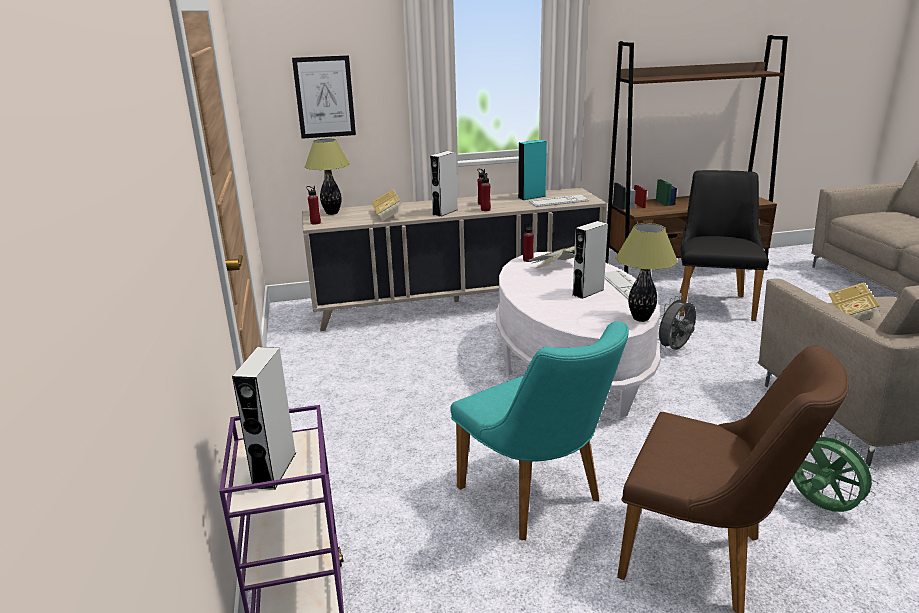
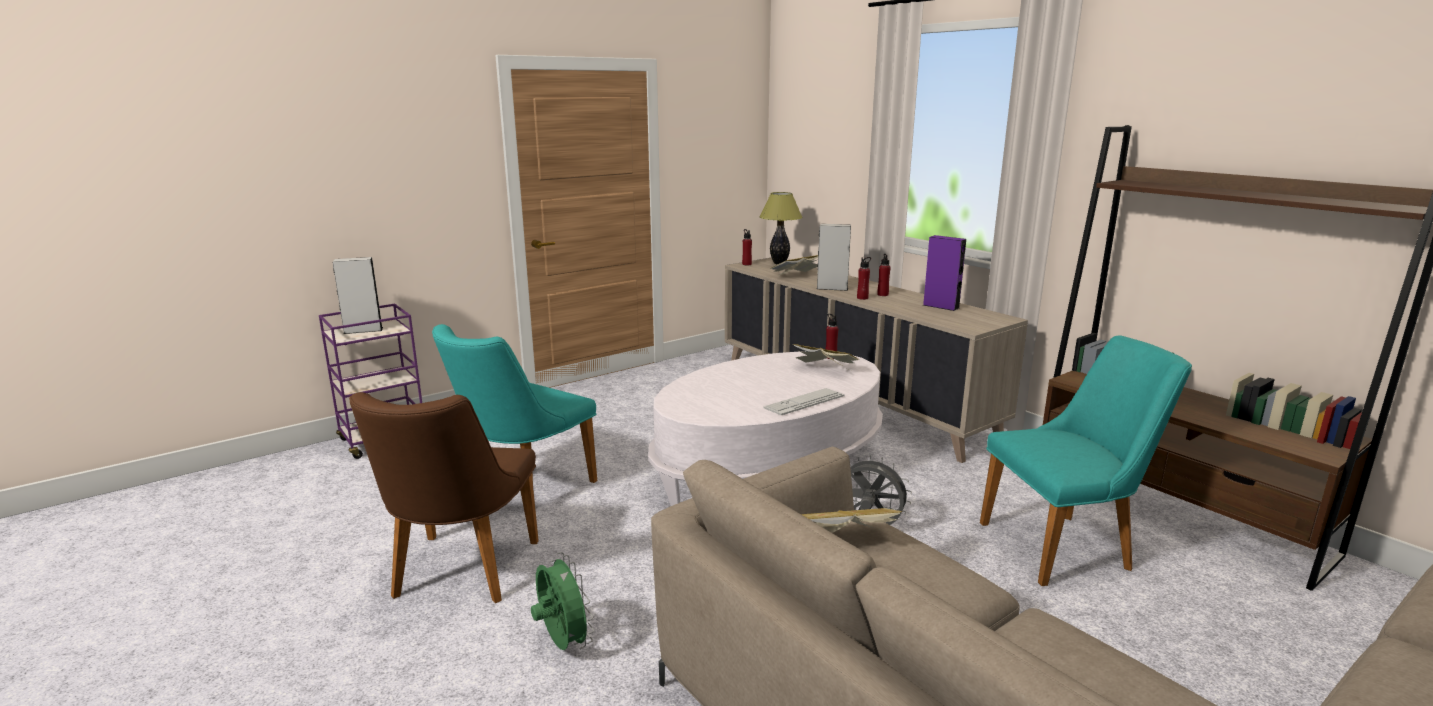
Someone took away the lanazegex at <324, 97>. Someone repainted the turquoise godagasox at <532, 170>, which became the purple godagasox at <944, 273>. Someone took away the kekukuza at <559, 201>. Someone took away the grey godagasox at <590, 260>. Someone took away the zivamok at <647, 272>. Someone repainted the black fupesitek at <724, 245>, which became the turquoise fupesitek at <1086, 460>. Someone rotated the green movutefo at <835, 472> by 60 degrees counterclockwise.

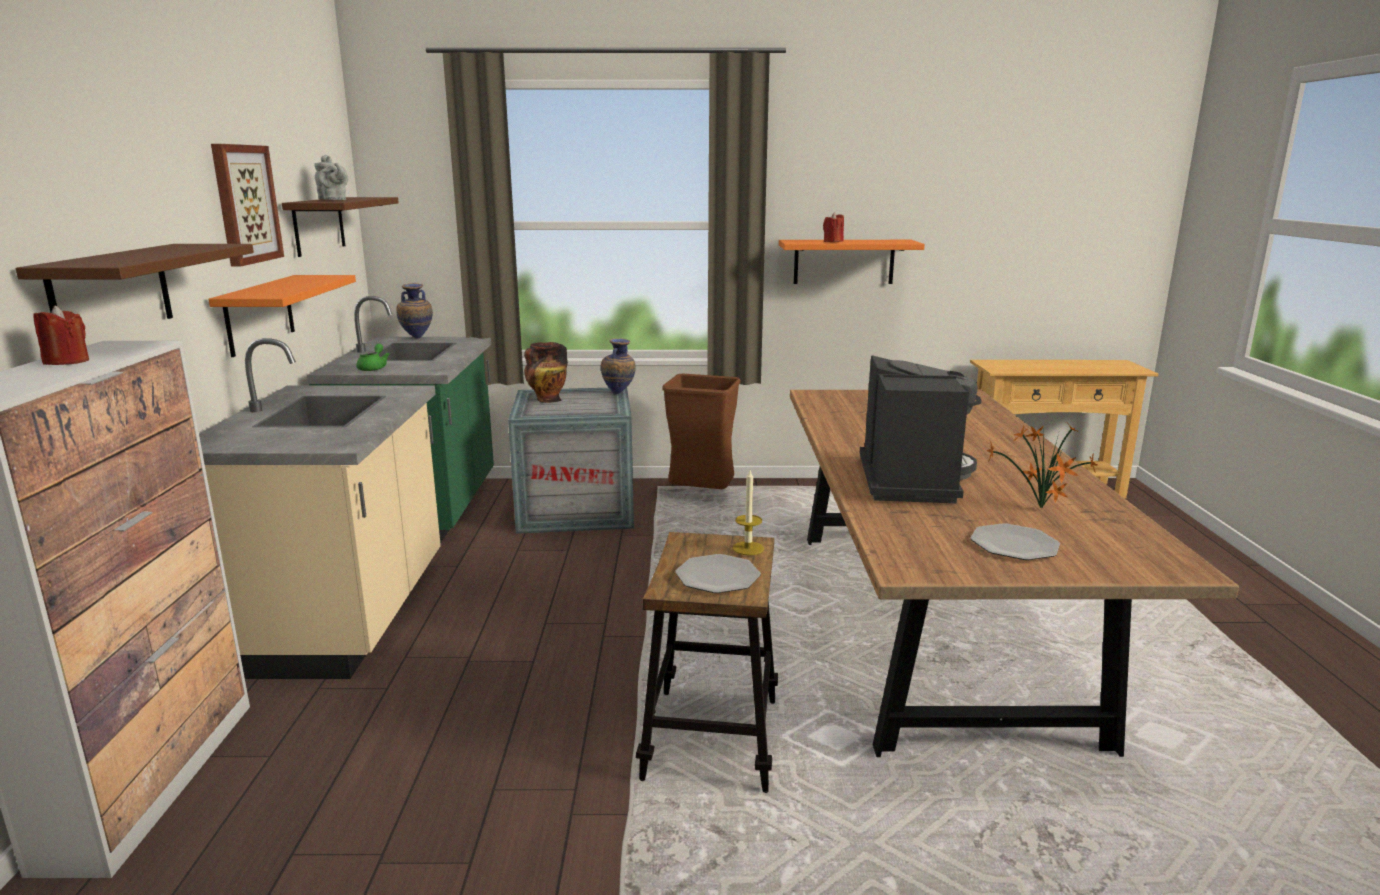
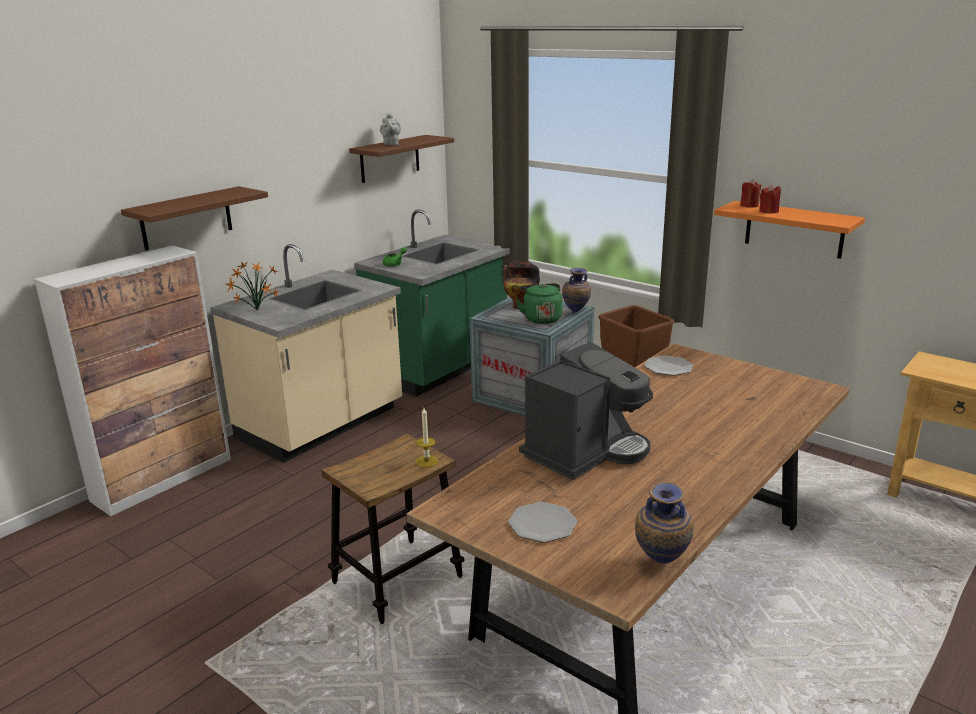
Someone carried the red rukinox from <61, 335> to <750, 194>. Someone took away the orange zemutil at <282, 316>. Someone took away the lanazegex at <247, 205>. Someone carried the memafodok from <414, 310> to <664, 523>. Someone carried the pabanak from <718, 573> to <668, 365>. Someone carried the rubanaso from <1042, 466> to <252, 286>. Someone put down the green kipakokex at <539, 303>.

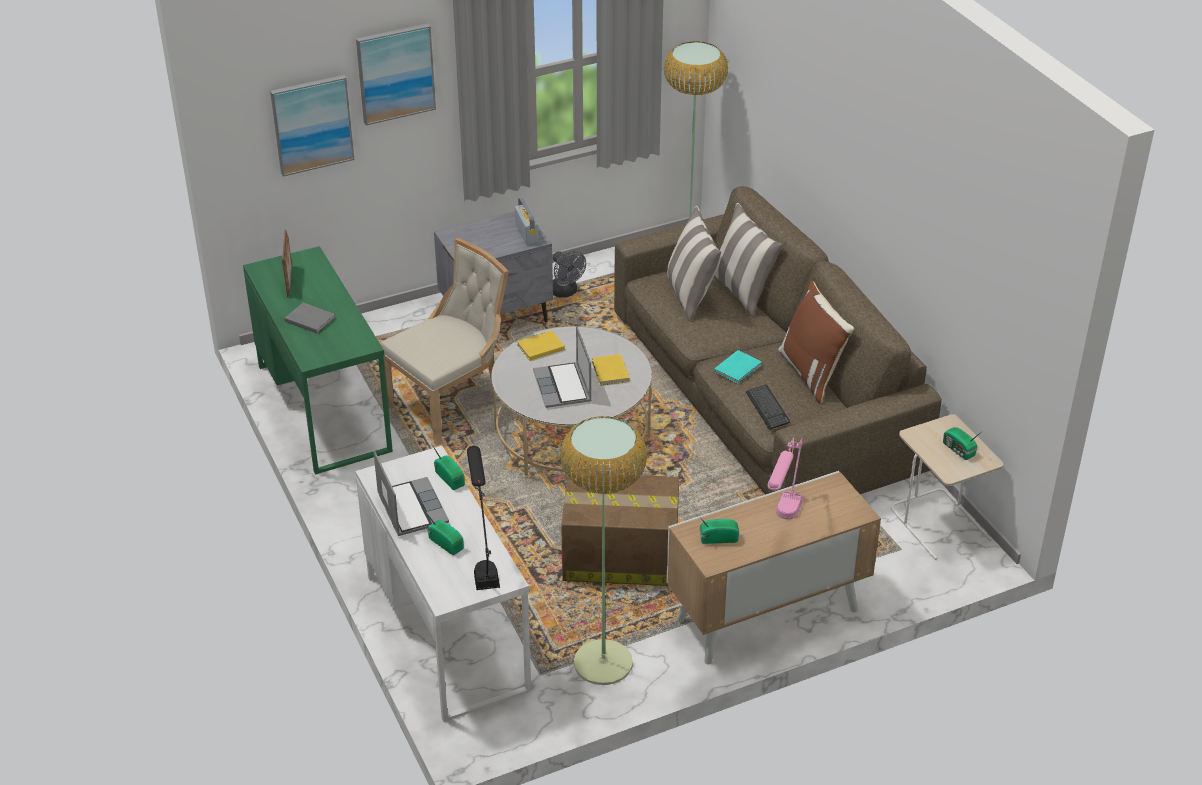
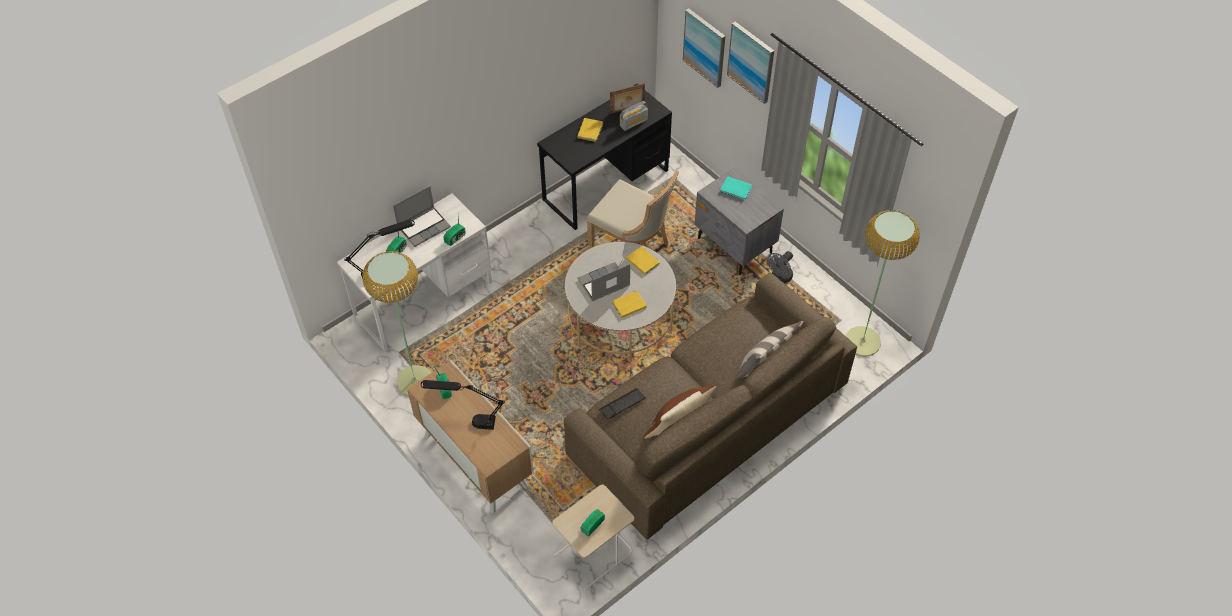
Someone repainted the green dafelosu at <318, 360>, which became the black dafelosu at <604, 157>. Someone repainted the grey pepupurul at <310, 318>, which became the yellow pepupurul at <590, 130>. Someone carried the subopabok from <527, 221> to <634, 116>. Someone took away the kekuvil at <620, 529>. Someone took away the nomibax at <694, 264>. Someone carried the turquoise pepupurul from <738, 367> to <736, 188>. Someone repainted the pink zivamok at <786, 478>, which became the black zivamok at <463, 405>.

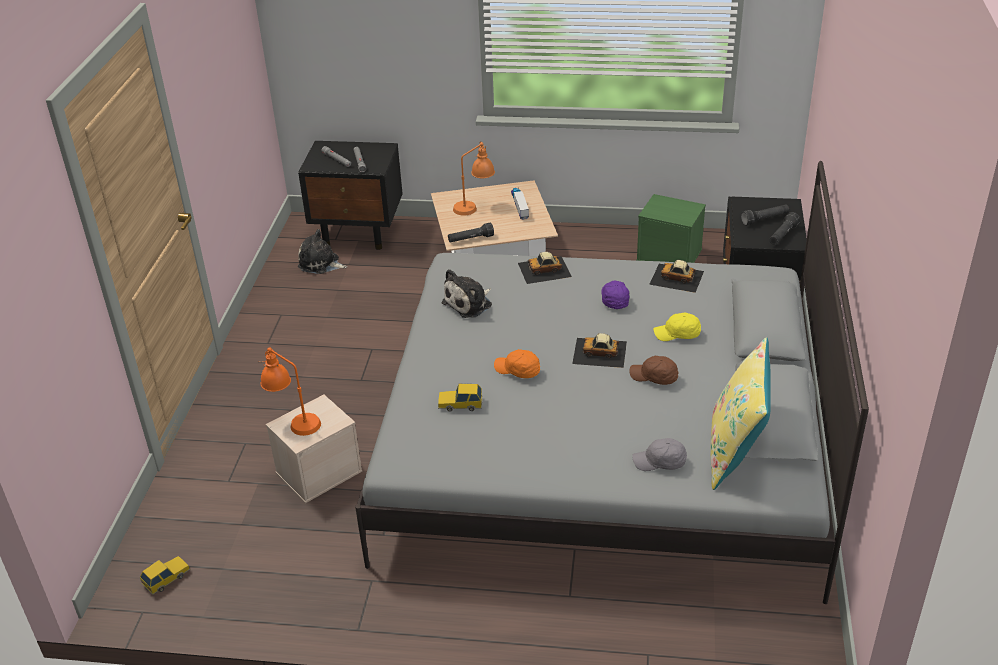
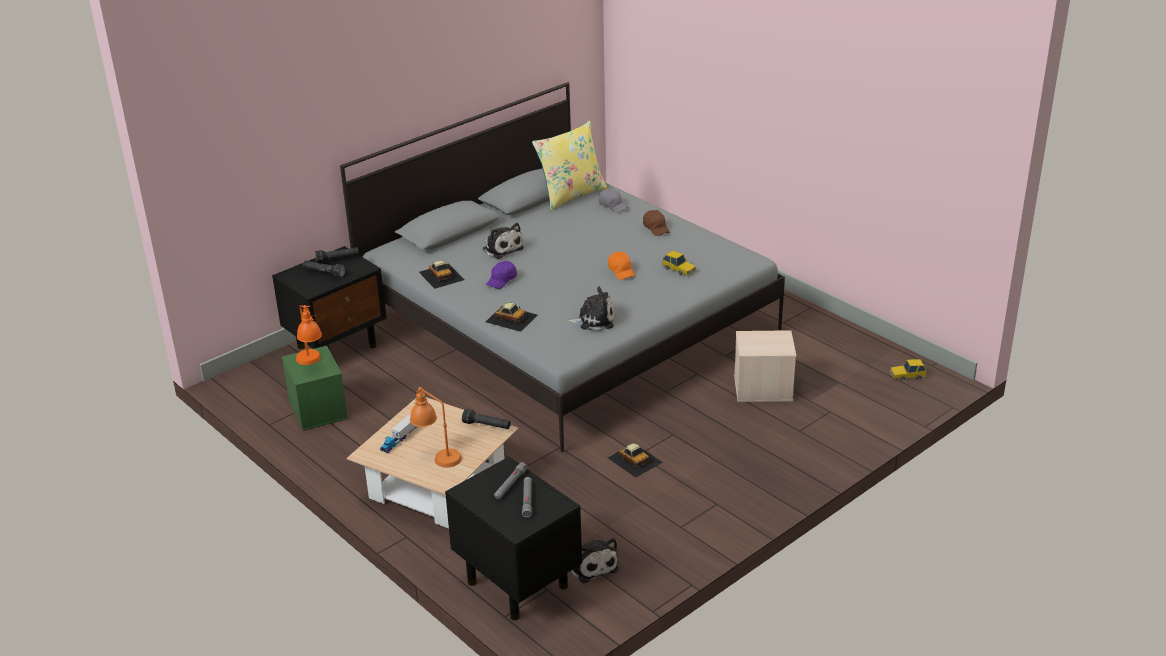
Someone carried the orange zivamok from <290, 392> to <309, 335>. Someone carried the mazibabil from <599, 350> to <635, 460>. Someone carried the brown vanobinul from <654, 370> to <656, 223>. Someone swapped the yellow vanobinul at <677, 327> for the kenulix at <503, 241>.

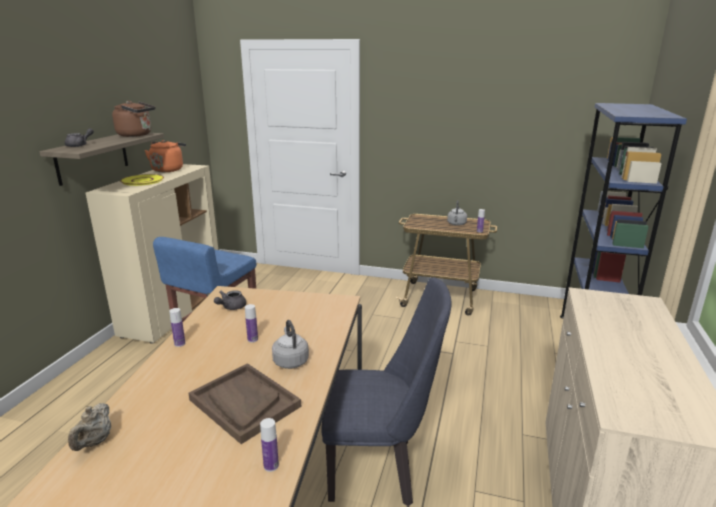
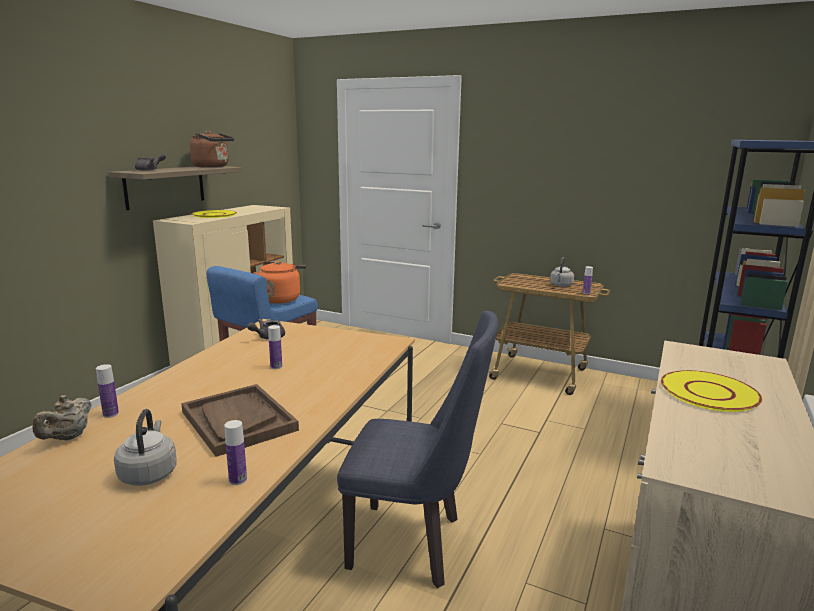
Someone carried the orange kipakokex from <165, 156> to <279, 282>. Someone carried the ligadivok from <177, 327> to <107, 391>. Someone carried the grey kipakokex from <290, 344> to <145, 447>. Someone put down the yellow pabanak at <711, 391>.

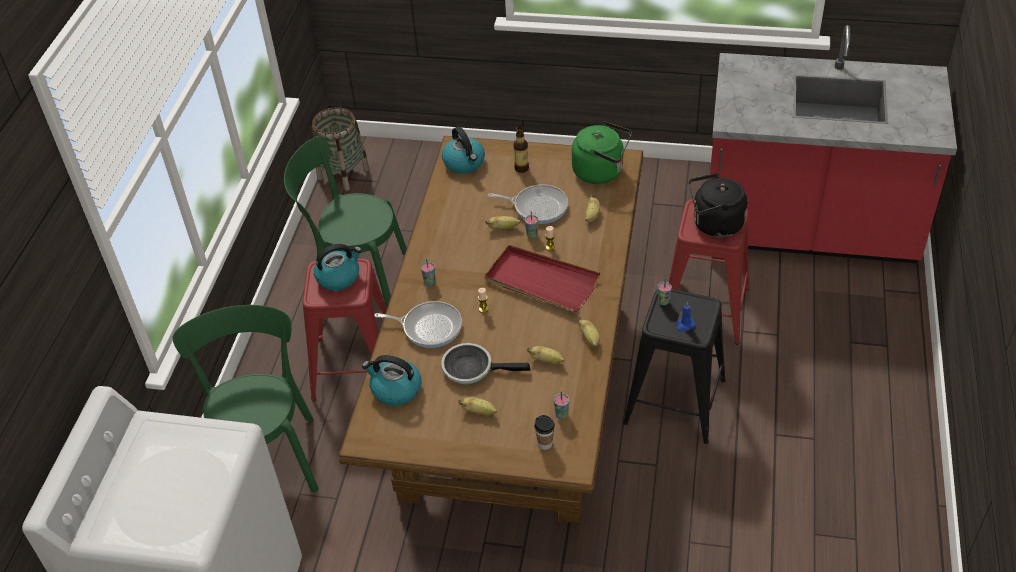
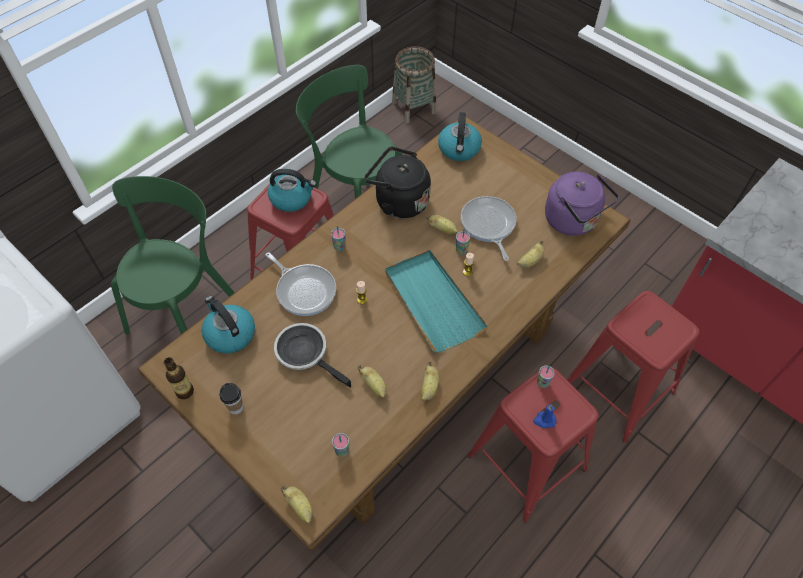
Someone carried the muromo from <477, 406> to <297, 504>. Someone repainted the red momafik at <542, 278>, which became the turquoise momafik at <436, 301>. Someone rotated the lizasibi at <528, 204> by 150 degrees counterclockwise. Someone carried the ligadivok from <521, 149> to <179, 378>. Someone carried the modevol from <544, 432> to <231, 398>. Someone repainted the green kipakokex at <602, 152>, which became the purple kipakokex at <582, 204>. Someone repainted the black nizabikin at <674, 366>, which became the red nizabikin at <533, 444>. Someone carried the black kipakokex from <718, 205> to <397, 182>.

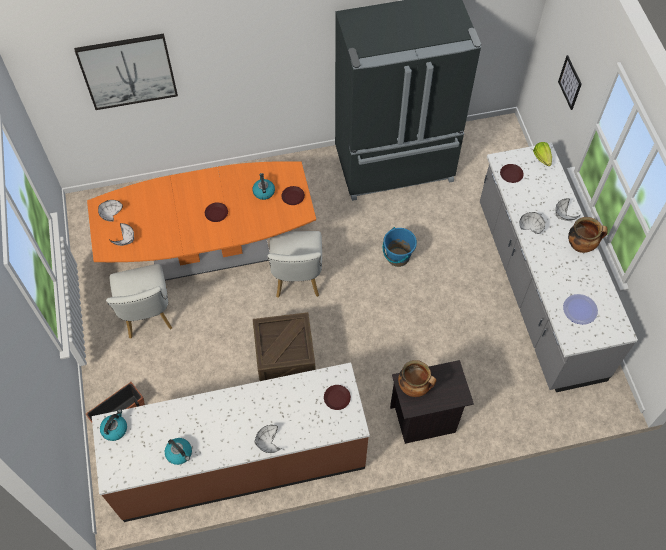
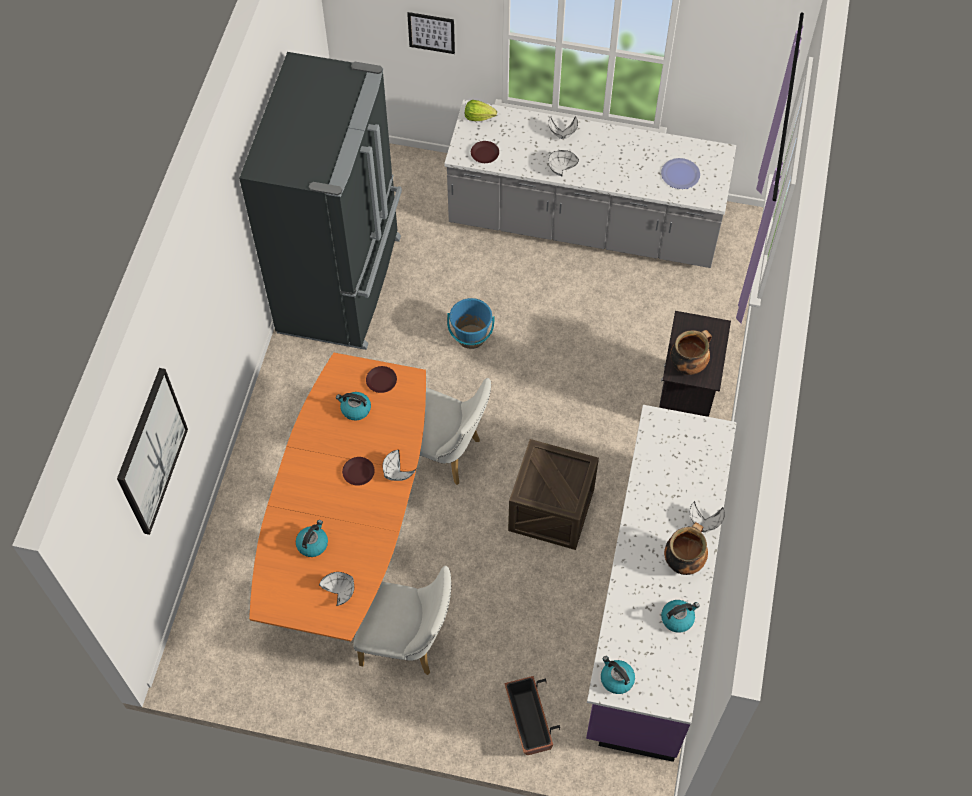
Someone repainted the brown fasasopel at <231, 442>, which became the purple fasasopel at <661, 583>. Someone carried the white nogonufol from <110, 211> to <399, 465>. Someone took away the brown pabanak at <337, 397>. Someone carried the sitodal from <587, 235> to <686, 548>. Someone put down the kipakokex at <312, 538>.

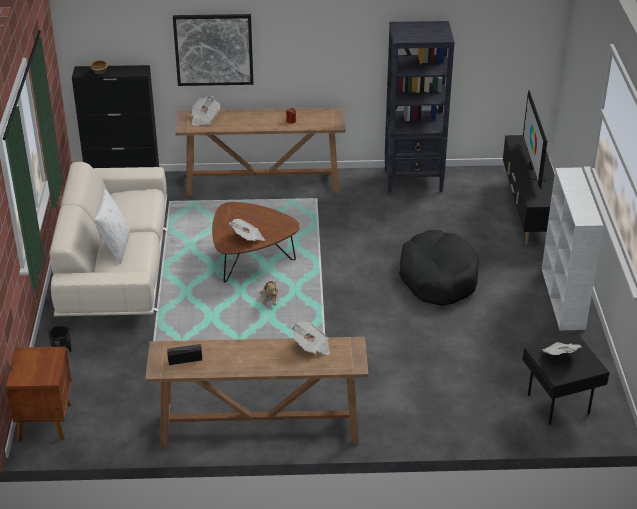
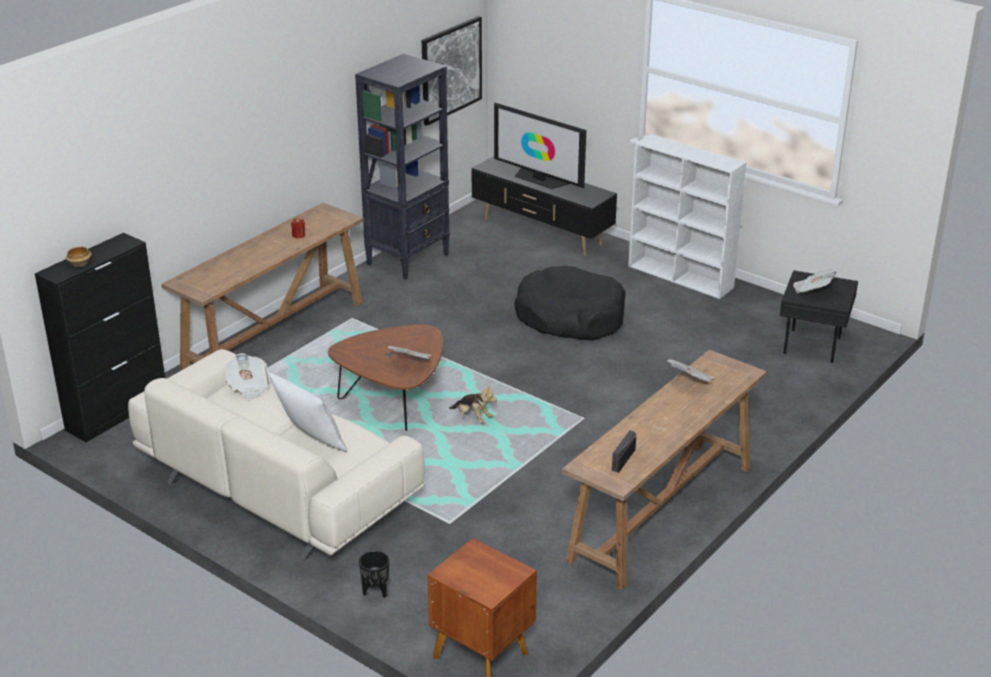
Someone carried the lanazegex from <213, 50> to <452, 71>. Someone carried the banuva from <206, 111> to <247, 377>.

